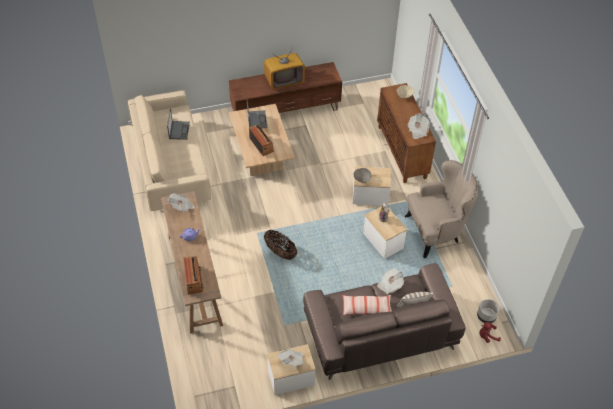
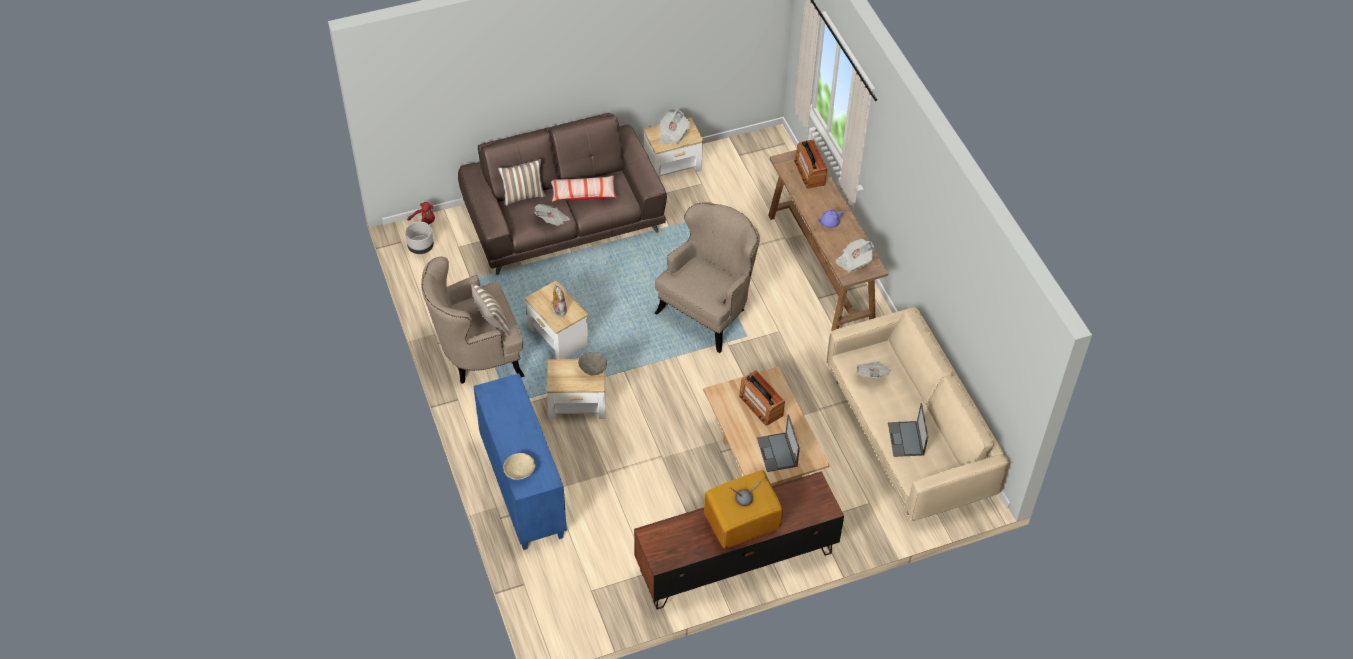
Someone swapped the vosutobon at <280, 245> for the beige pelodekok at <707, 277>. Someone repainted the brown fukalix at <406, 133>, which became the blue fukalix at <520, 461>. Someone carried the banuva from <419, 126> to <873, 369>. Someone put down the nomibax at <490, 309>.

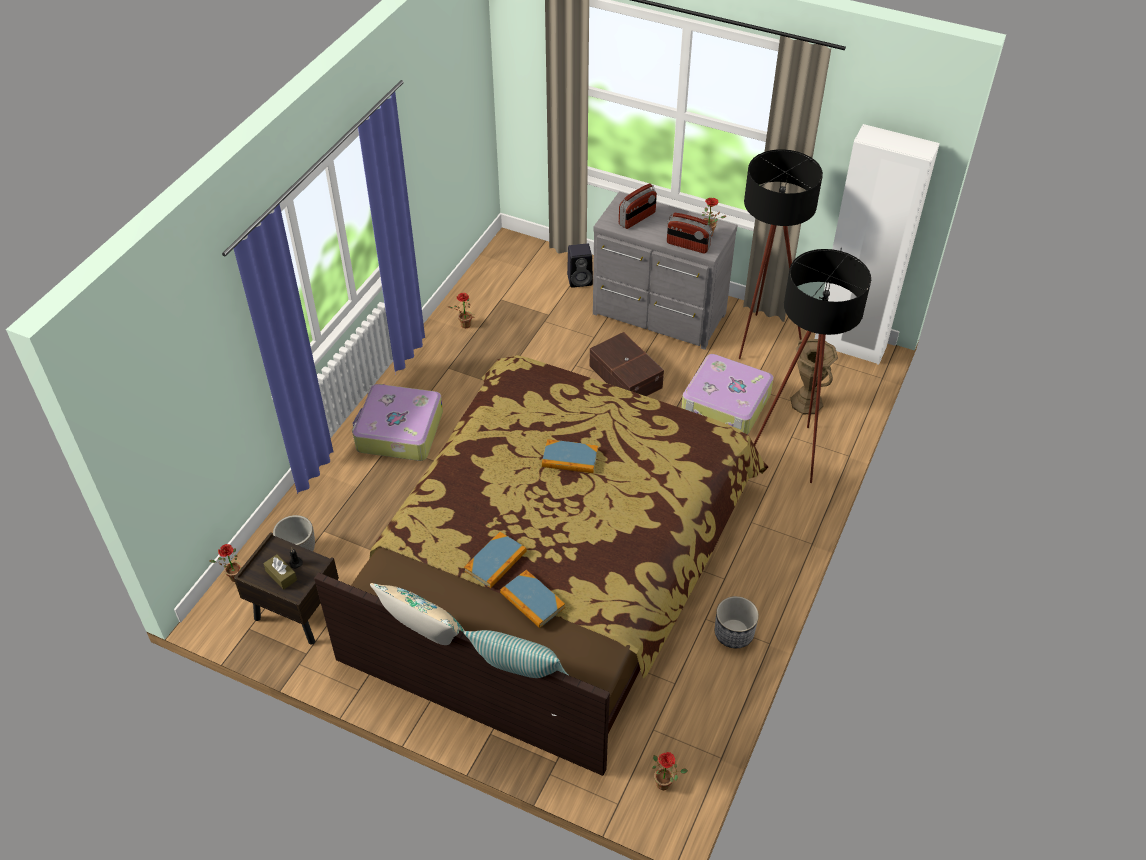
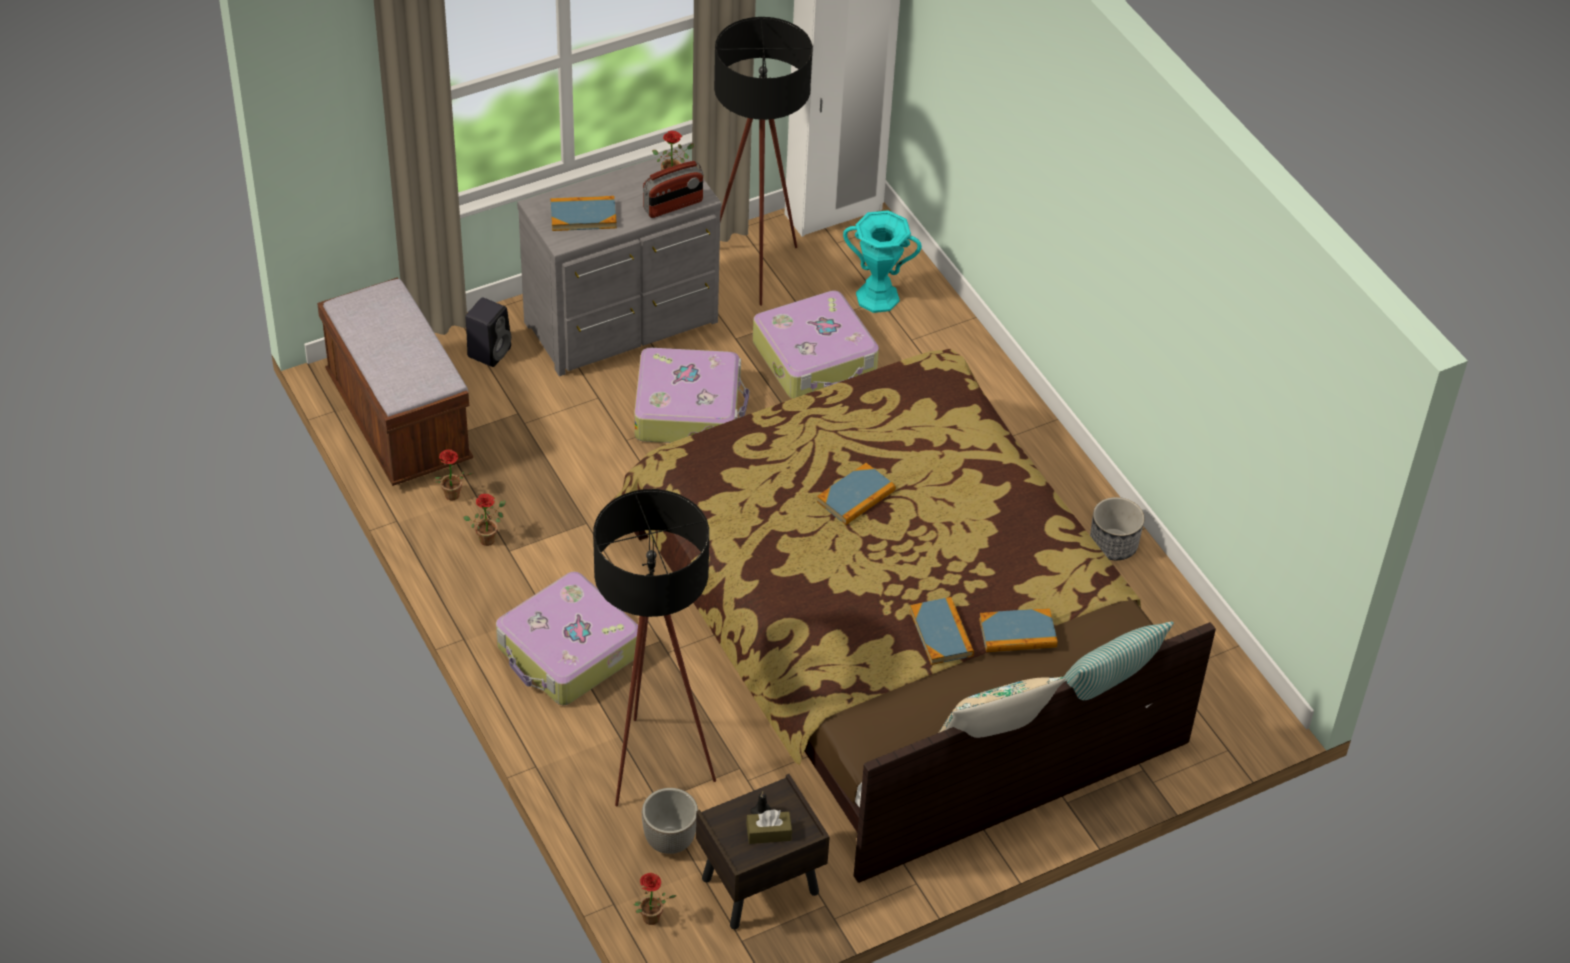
Someone swapped the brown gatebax at <627, 364> for the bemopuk at <691, 395>. Someone swapped the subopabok at <638, 206> for the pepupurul at <583, 213>. Someone carried the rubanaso from <670, 771> to <484, 520>. Someone carried the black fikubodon from <812, 366> to <654, 647>. Someone repainted the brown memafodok at <814, 376>, which became the turquoise memafodok at <882, 261>. Someone put down the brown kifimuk at <395, 381>.

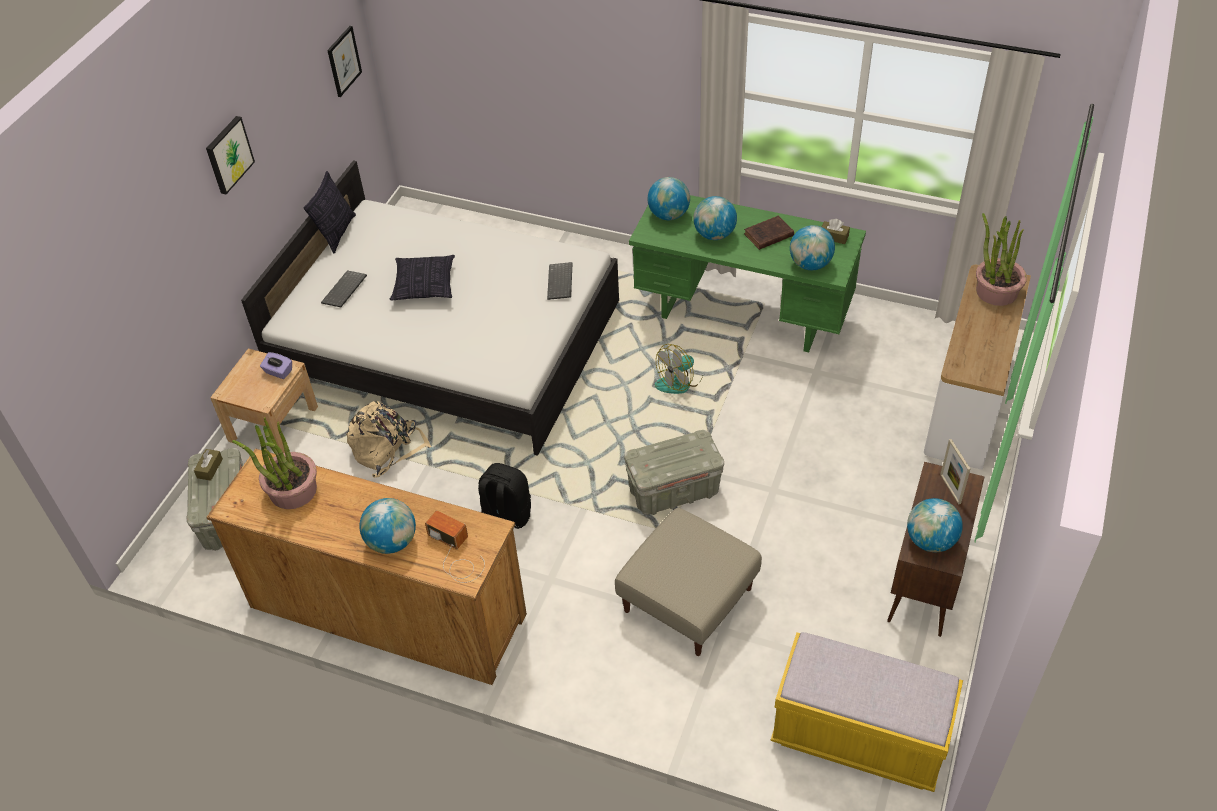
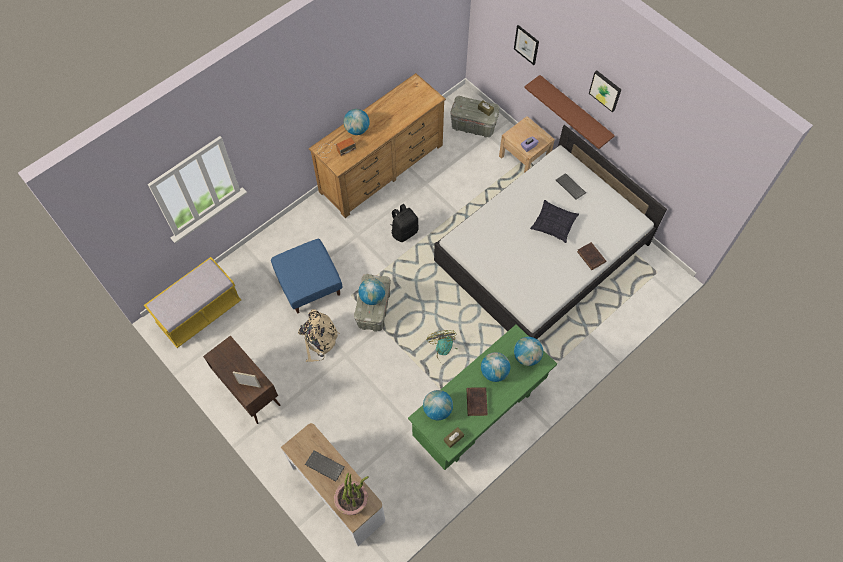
Someone took away the rubanaso at <274, 463>. Someone took away the nomibax at <330, 212>. Someone carried the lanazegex from <344, 61> to <526, 45>. Someone carried the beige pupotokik from <389, 439> to <319, 335>. Someone carried the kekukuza from <560, 281> to <325, 466>. Someone repainted the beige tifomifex at <688, 582>, which became the blue tifomifex at <306, 276>. Someone carried the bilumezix from <935, 525> to <371, 291>. Someone put up the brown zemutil at <569, 112>. Someone put down the brown pepupurul at <591, 256>.

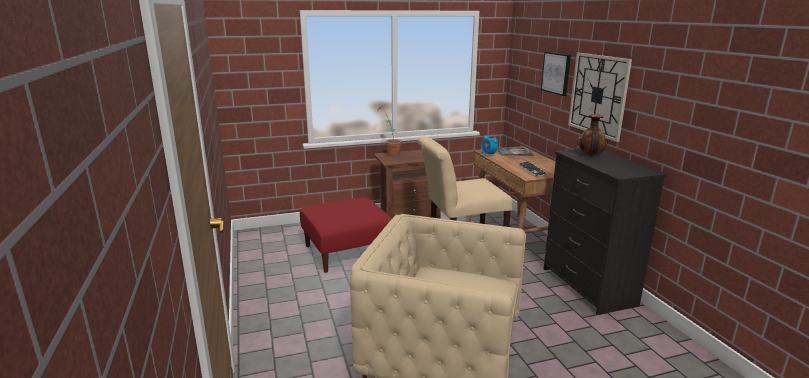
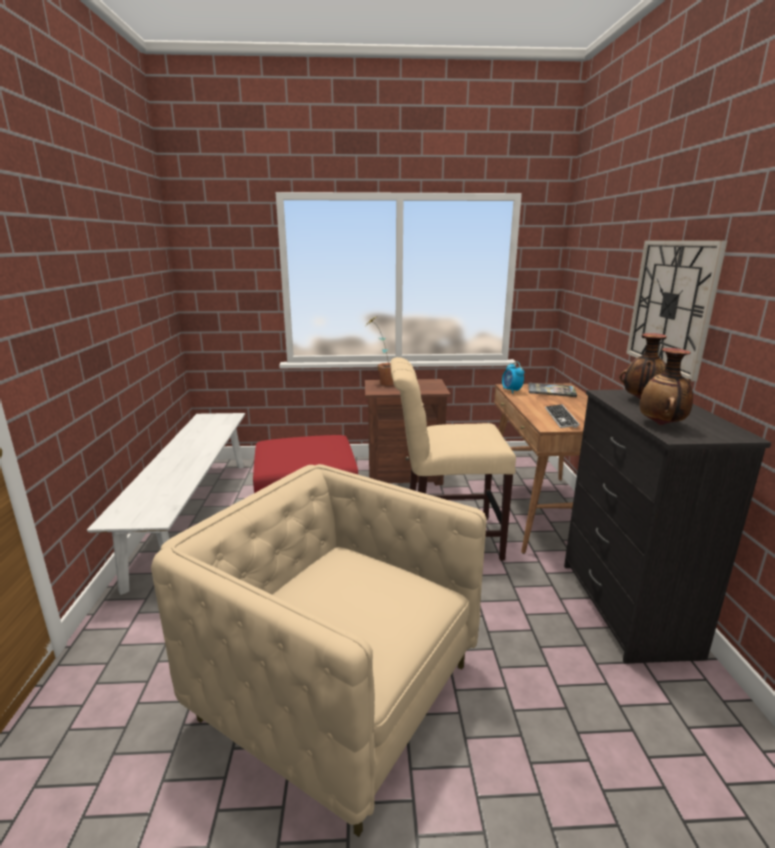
Someone took away the lanazegex at <556, 74>. Someone put down the white kifimuk at <166, 504>. Someone put down the memafodok at <666, 386>.

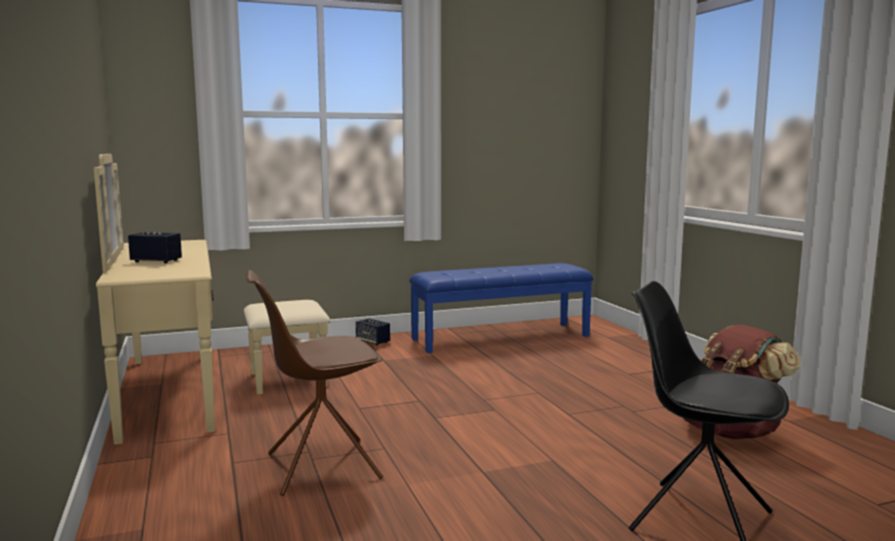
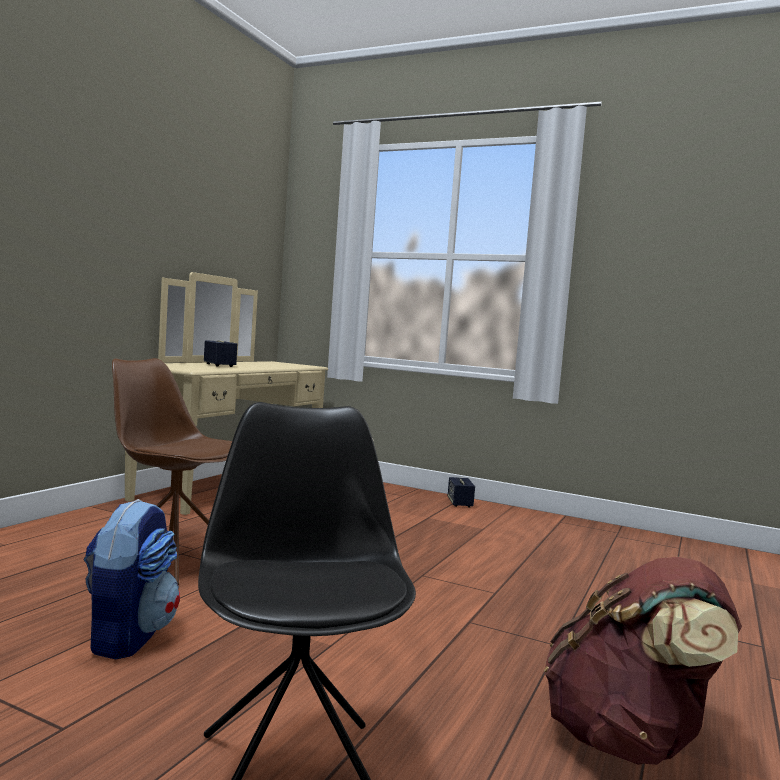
Someone took away the blue kifimuk at <501, 308>. Someone put down the pupotokik at <131, 579>.

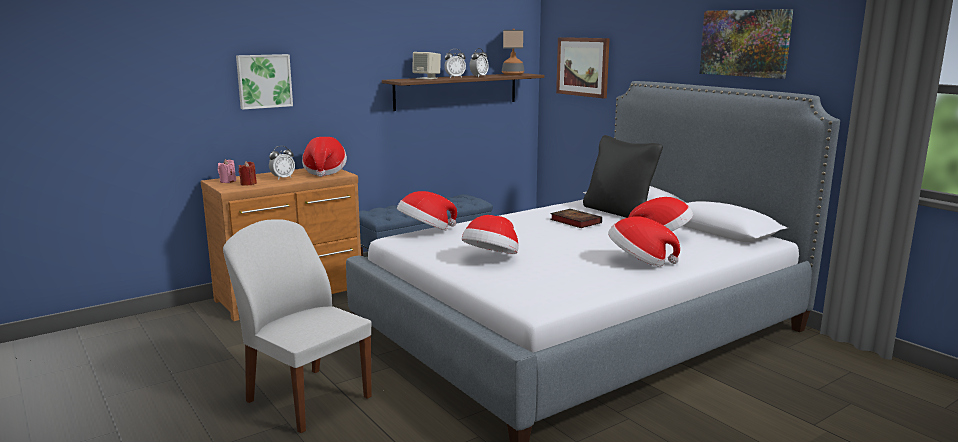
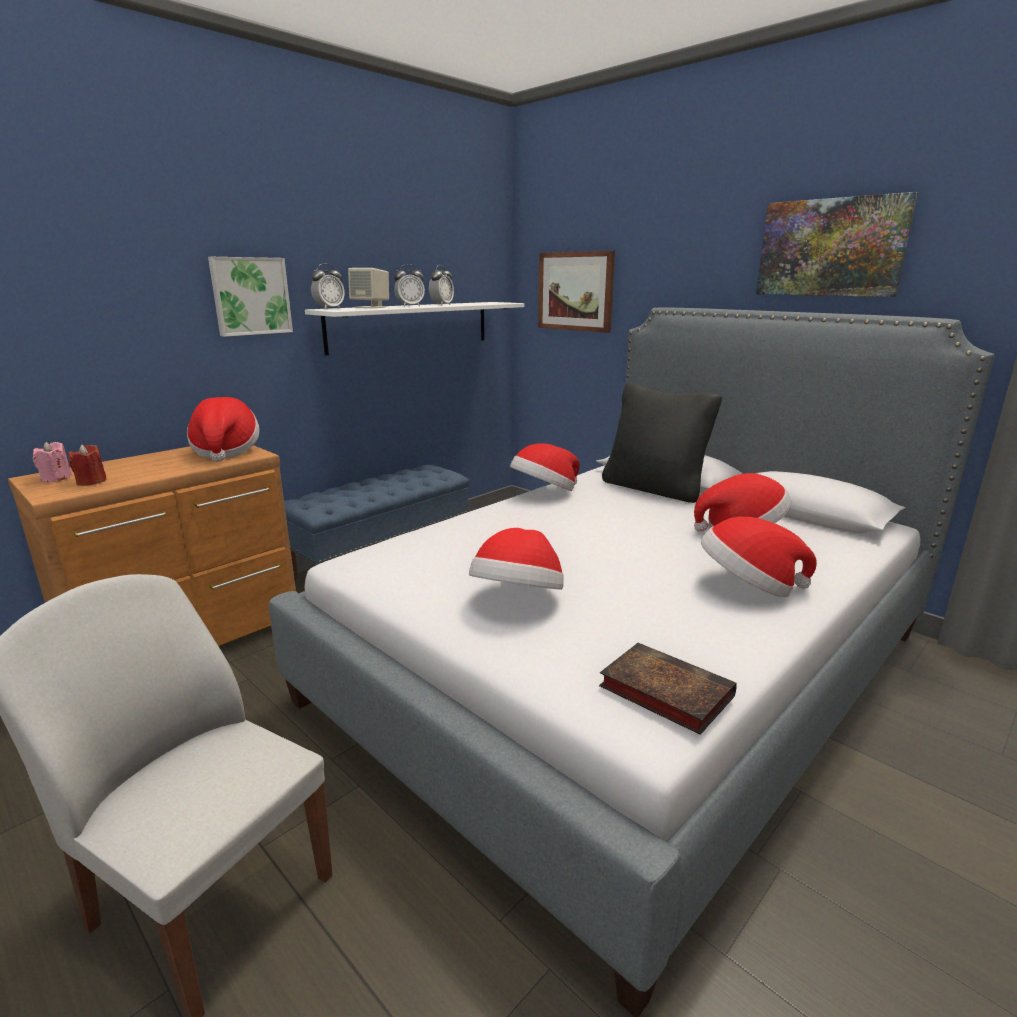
Someone carried the lanazegex from <264, 81> to <250, 297>. Someone carried the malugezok from <282, 163> to <328, 286>. Someone repainted the brown zemutil at <463, 92>, which became the white zemutil at <414, 329>. Someone carried the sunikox from <427, 210> to <545, 467>. Someone took away the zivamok at <513, 52>. Someone carried the pepupurul from <576, 218> to <668, 689>.

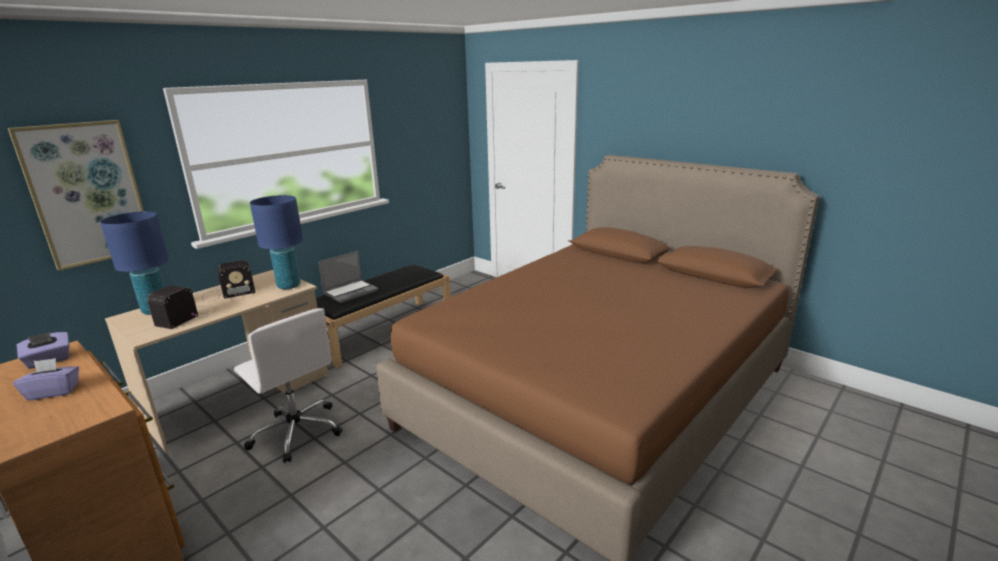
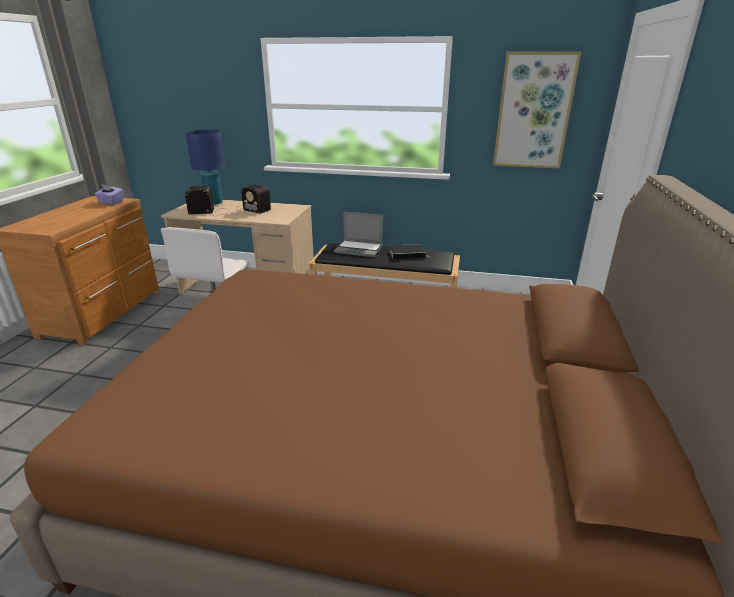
Someone carried the lanazegex from <76, 195> to <537, 109>. Someone took away the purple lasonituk at <46, 379>. Someone took away the blue zivamok at <276, 242>. Someone put down the pepupurul at <410, 251>.

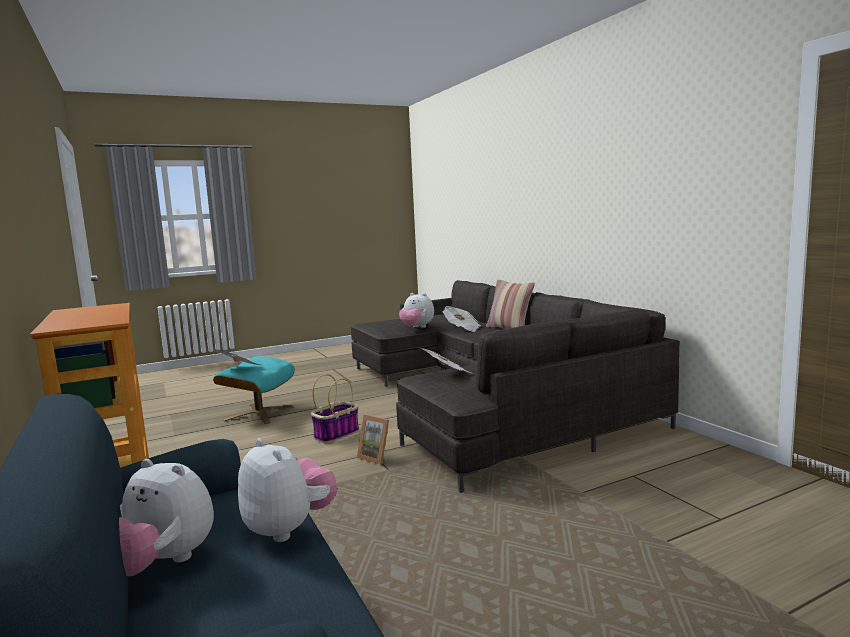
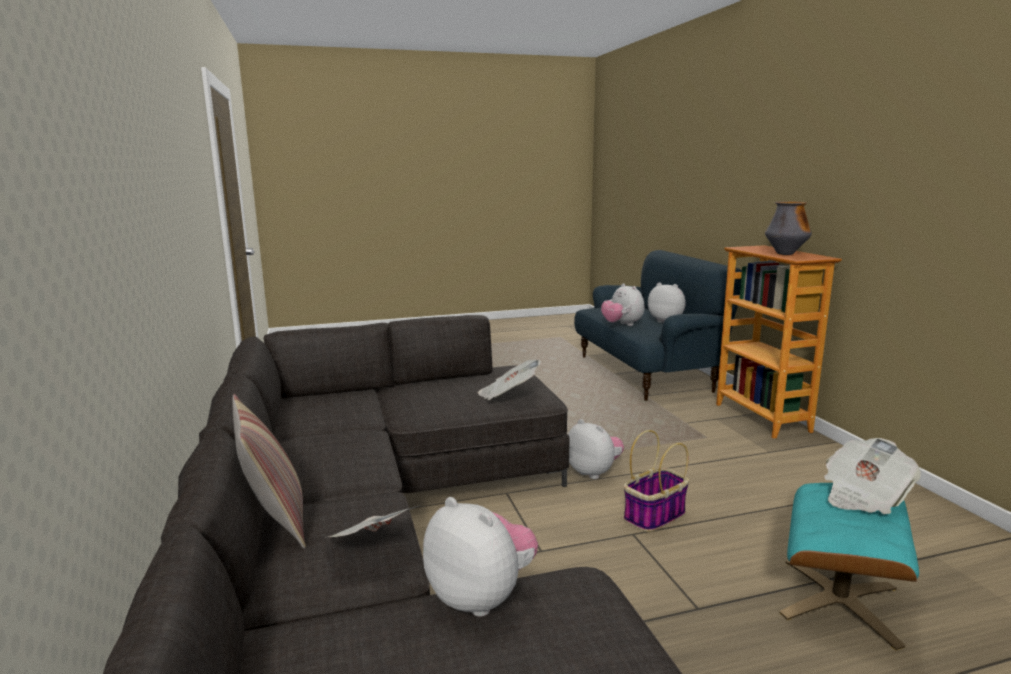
Someone swapped the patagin at <373, 440> for the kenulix at <596, 449>. Someone put down the memafodok at <788, 228>.

